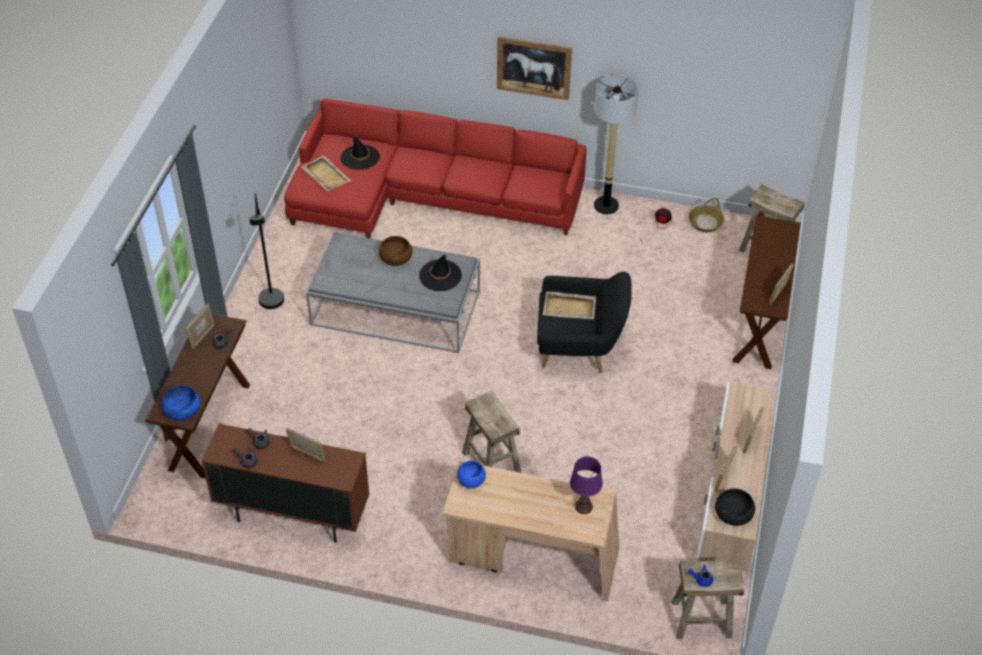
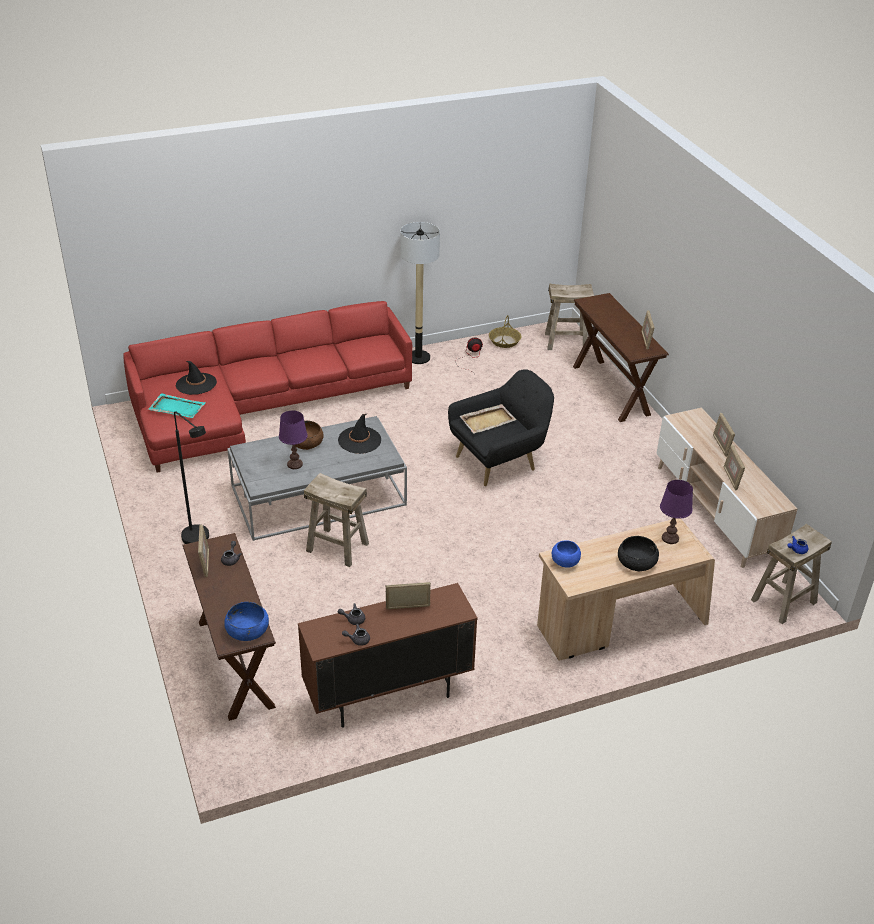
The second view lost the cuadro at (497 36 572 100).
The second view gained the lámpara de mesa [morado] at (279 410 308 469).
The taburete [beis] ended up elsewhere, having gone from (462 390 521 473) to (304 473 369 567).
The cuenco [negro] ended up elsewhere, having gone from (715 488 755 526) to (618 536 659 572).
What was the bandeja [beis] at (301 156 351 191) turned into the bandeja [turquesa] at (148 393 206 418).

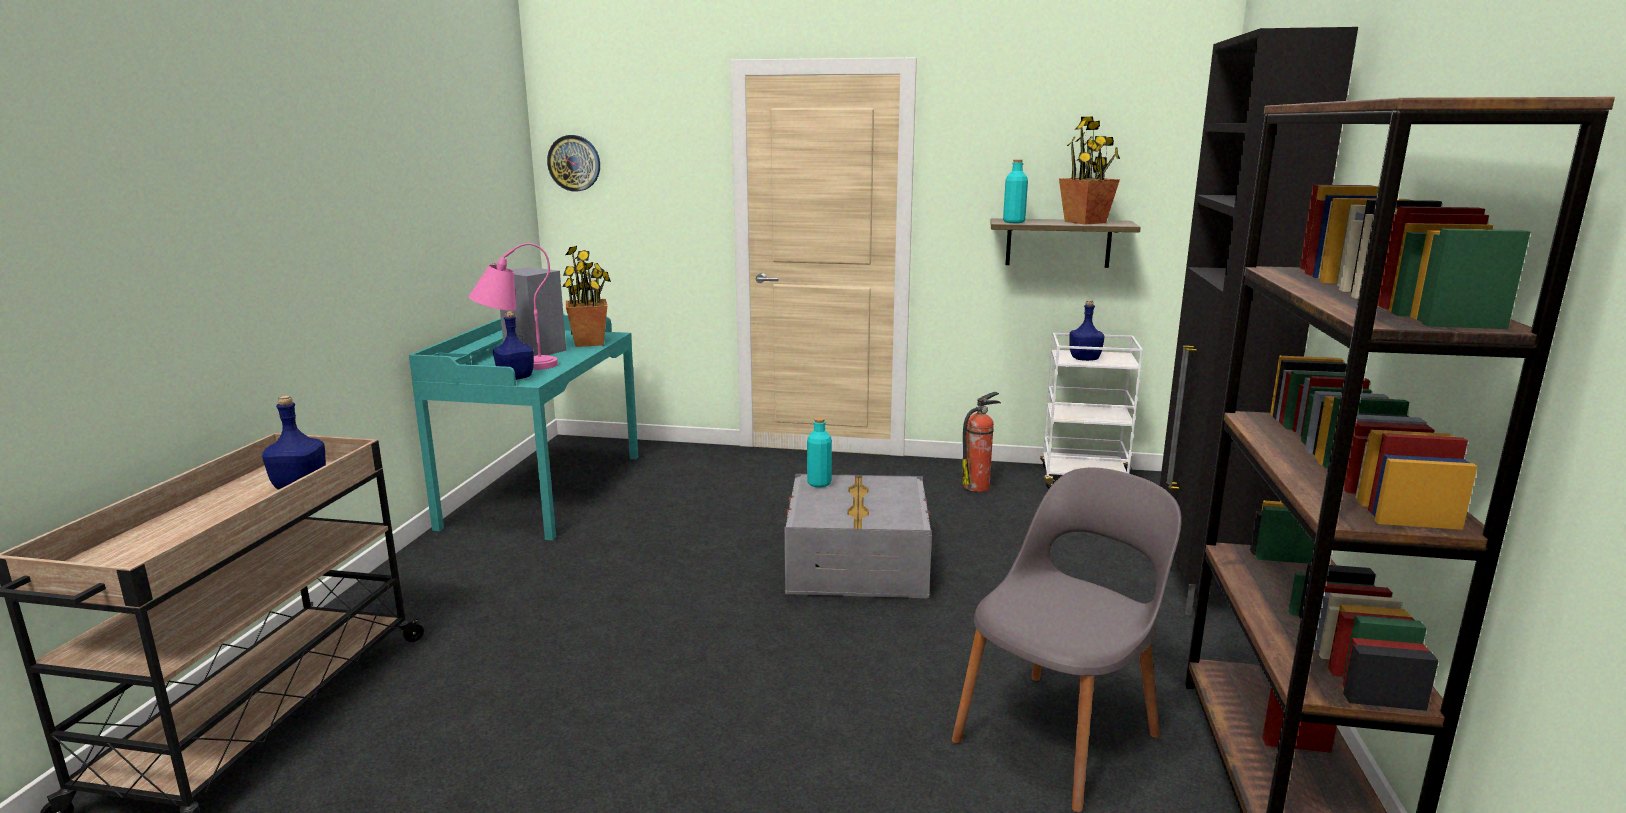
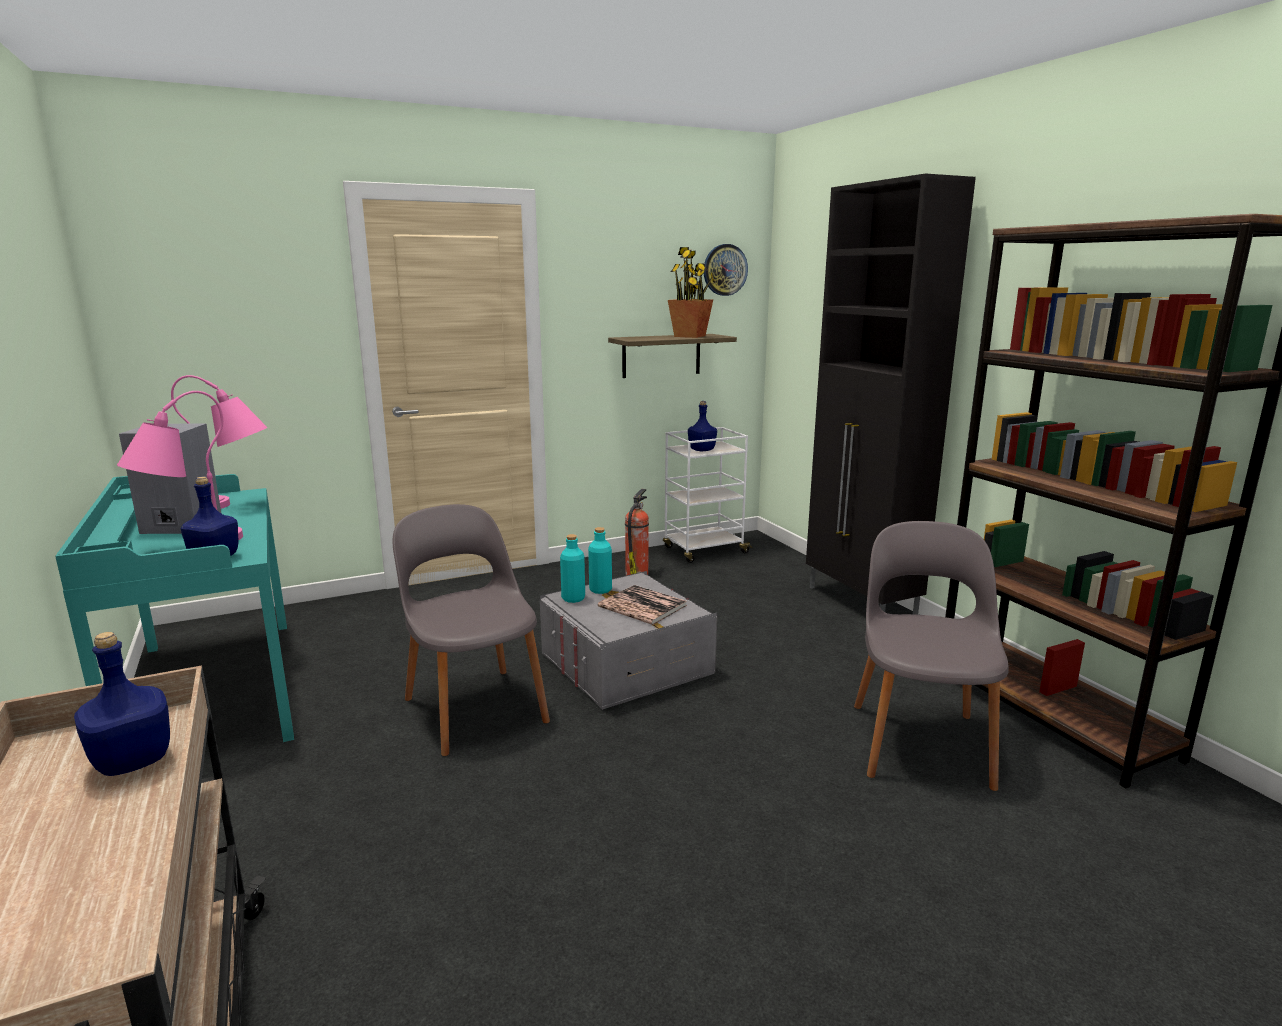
The second view gained the silla [gris] at (393 504 550 756).
The second view gained the libro at (598 585 687 625).
The reloj de pared ended up elsewhere, having gone from (547 135 600 192) to (704 244 748 296).
The botella [turquesa] ended up elsewhere, having gone from (1003 159 1028 223) to (588 527 612 594).
Where the planta en maceta stood at (562 246 611 347), the lámpara de mesa [rosa] came to stand at (171 375 268 509).

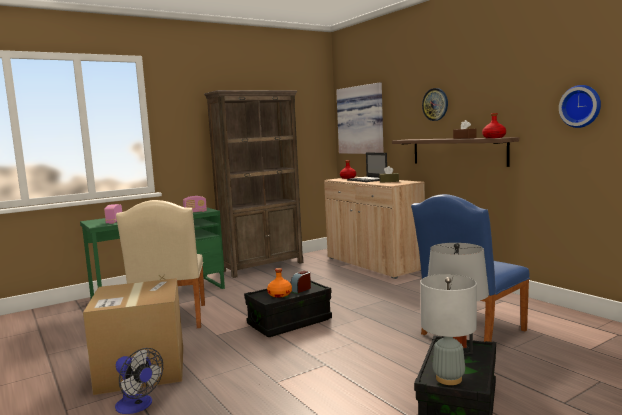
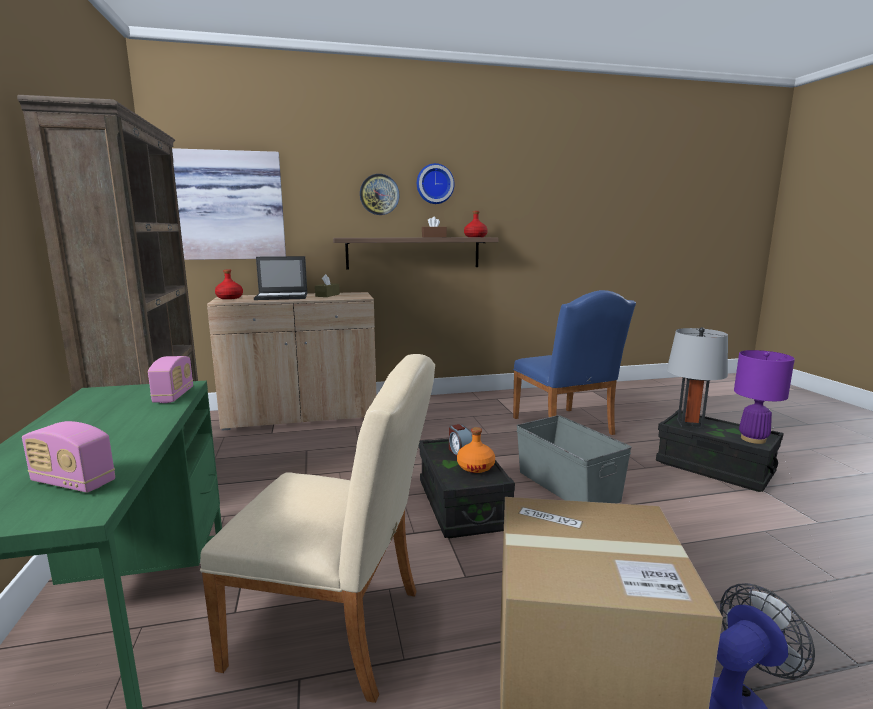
The second view gained the caja de almacenaje [gris] at (517 415 632 503).
The reloj de pared ended up elsewhere, having gone from (559 85 601 128) to (417 163 454 204).
What was the lámpara de mesa [gris] at (420 274 477 385) turned into the lámpara de mesa [morado] at (734 350 795 444).

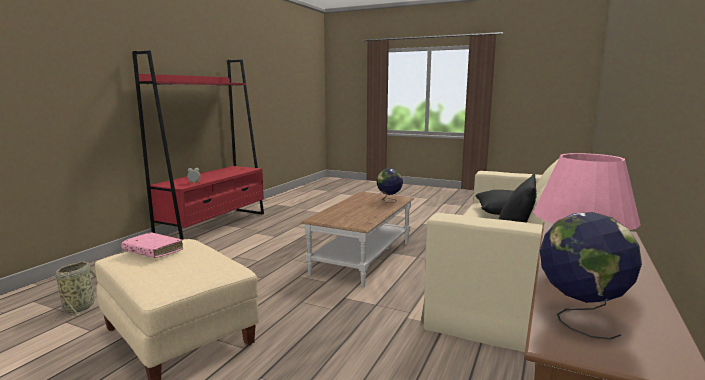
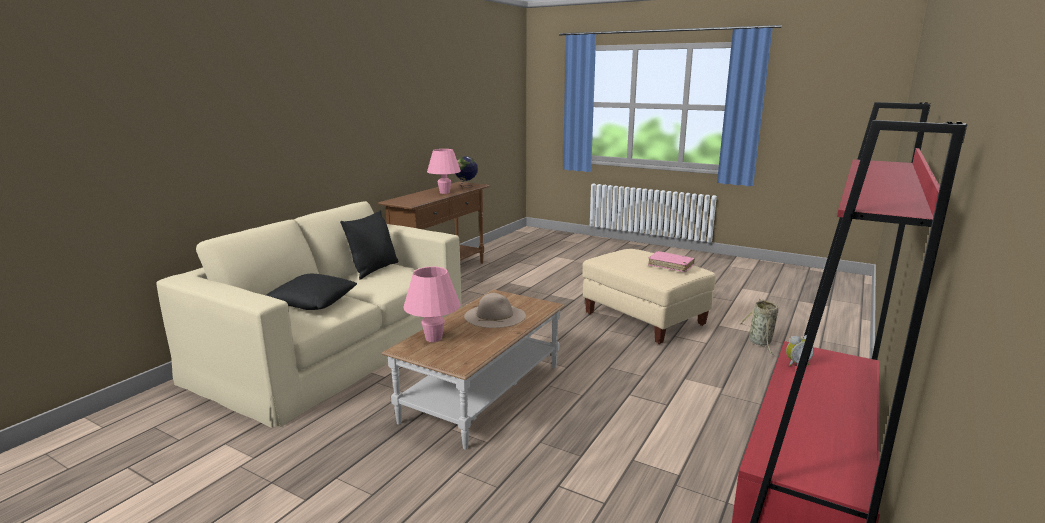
The second view gained the sombrero [beis] at (464 293 526 328).
Where the globo terráqueo stood at (377 168 403 203), the lámpara de mesa [rosa] came to stand at (403 267 461 342).

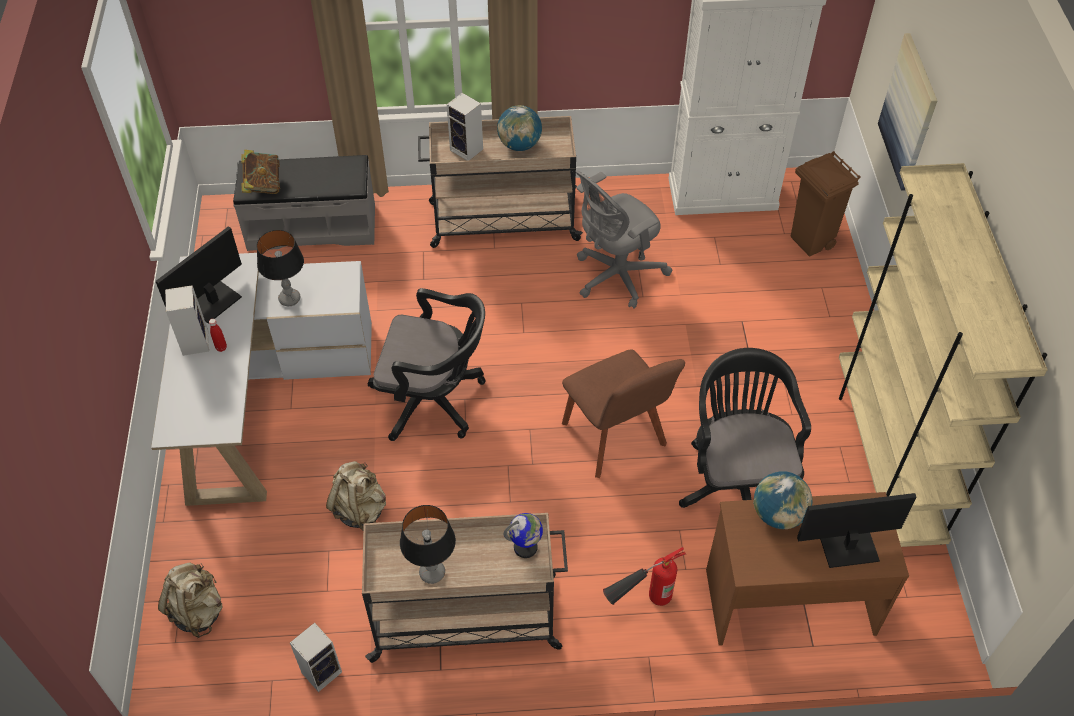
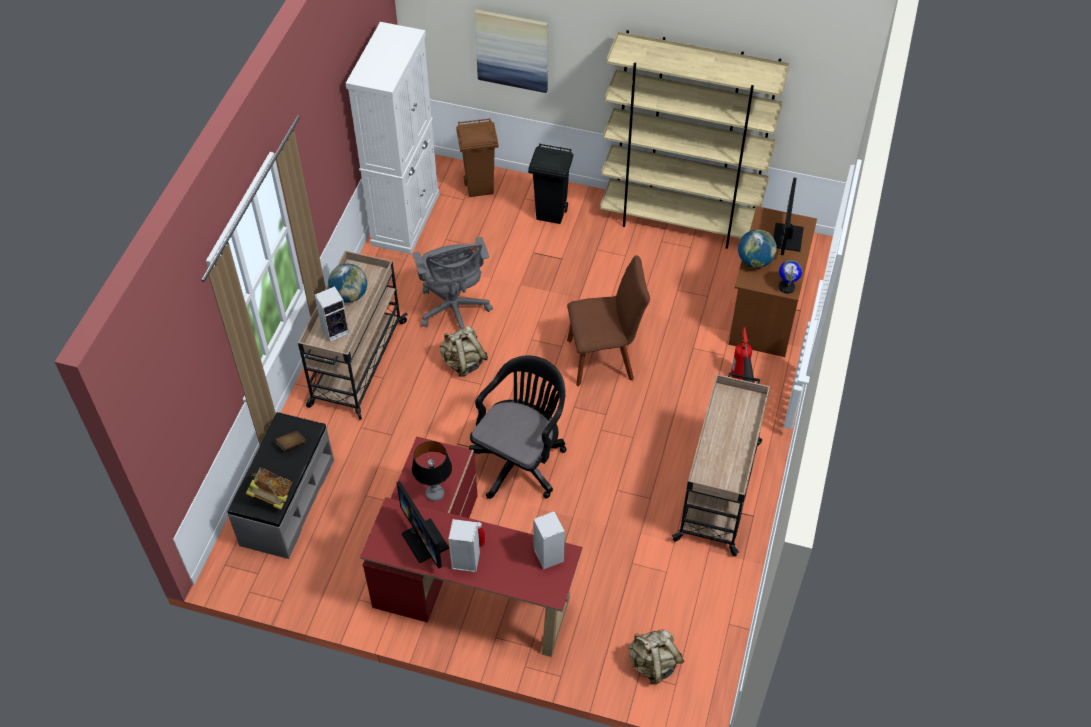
The second view lost the lámpara de mesa at (400 505 456 584).
The second view lost the silla de oficina [negro] at (679 348 811 508).
The second view gained the libro [marrón] at (276 431 306 451).
The second view gained the papelera [negro] at (528 143 573 224).
The altavoz ended up elsewhere, having gone from (290 623 342 692) to (533 511 565 570).
The mochila [beis] ended up elsewhere, having gone from (326 461 386 530) to (440 326 488 377).
The globo terráqueo ended up elsewhere, having gone from (504 513 543 558) to (779 260 802 294).
What was the escritorio [blanco] at (151 253 372 506) turned into the escritorio [rojo] at (360 436 582 657).

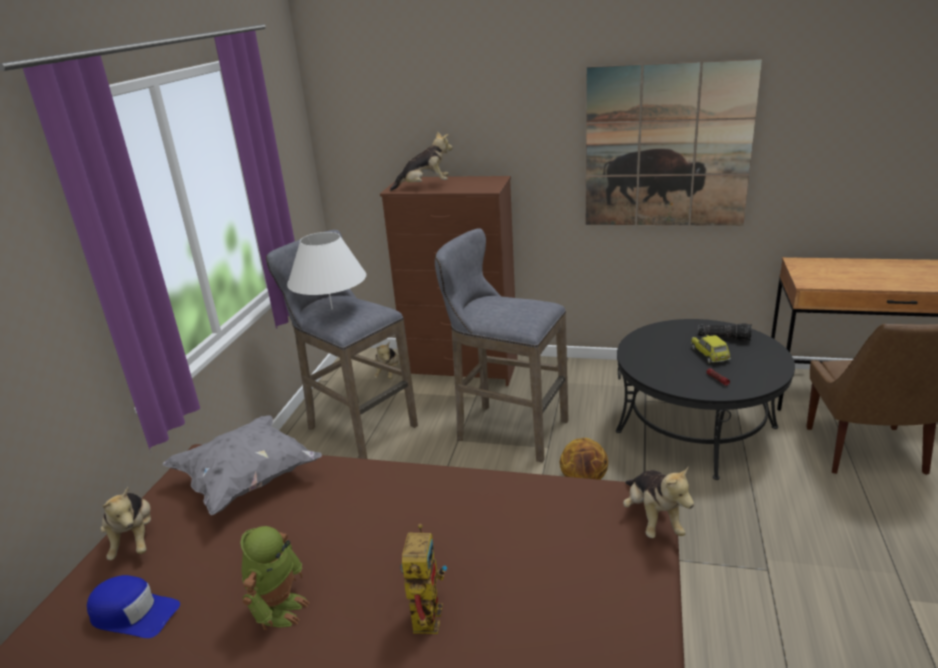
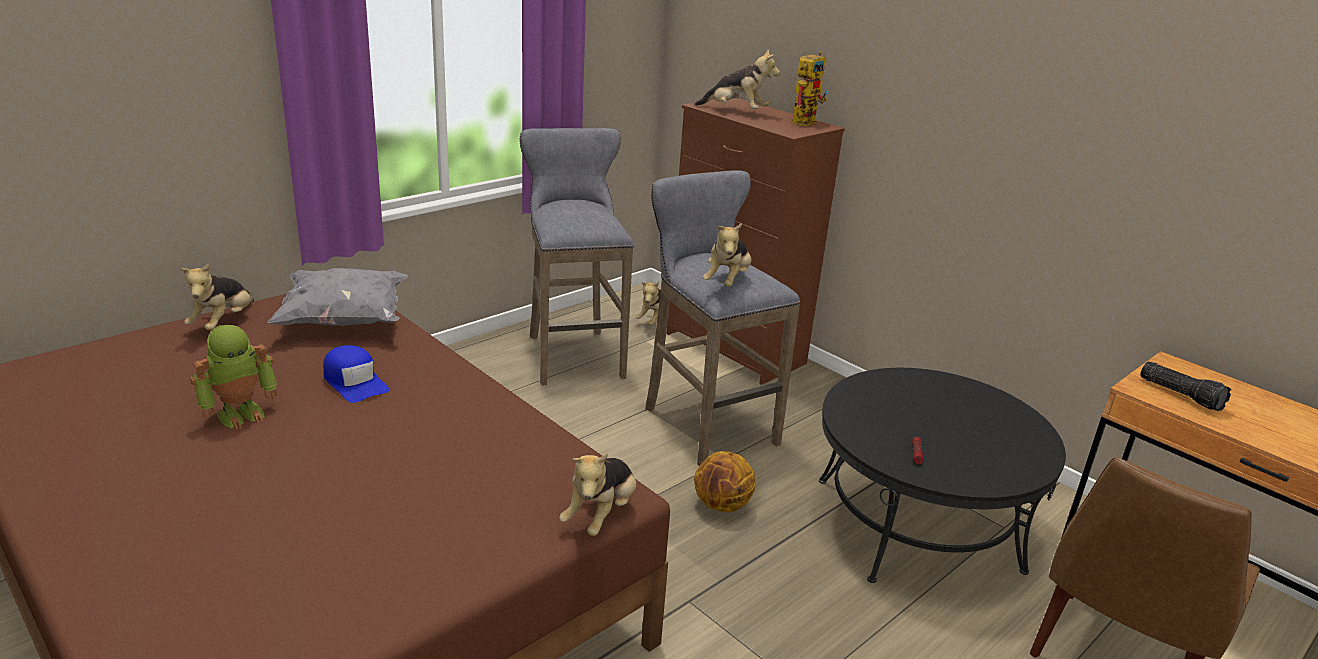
The second view lost the lámpara de mesa [blanco] at (287 232 366 309).
The second view lost the cuadro at (586 59 762 226).
The second view lost the coche de juguete at (691 335 731 364).
The second view gained the peluche at (703 223 751 287).
The gorra [azul] ended up elsewhere, having gone from (87 575 180 638) to (323 345 390 403).
The robot de juguete ended up elsewhere, having gone from (400 524 447 634) to (792 51 828 126).
The linterna ended up elsewhere, having gone from (698 323 752 341) to (1140 362 1231 411).

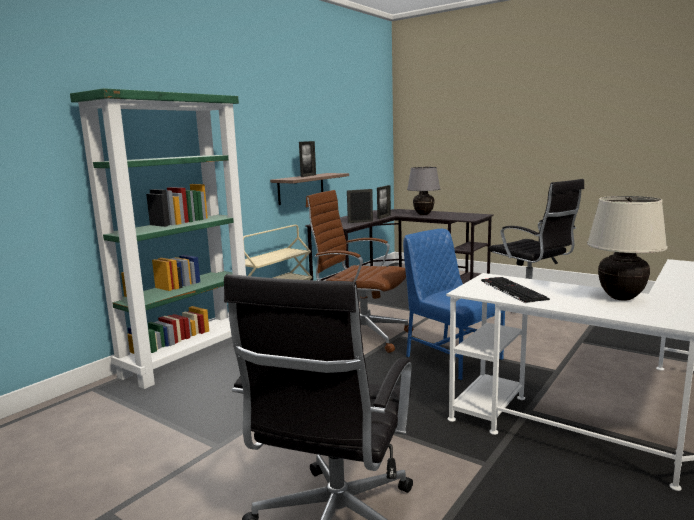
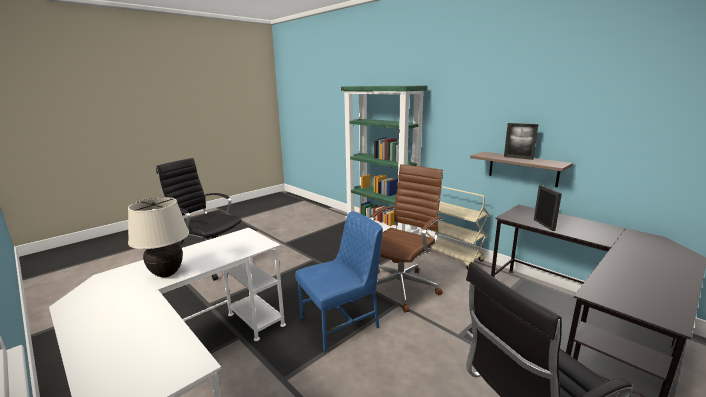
The second view lost the portarretratos at (377 185 391 219).
The second view lost the lámpara de mesa [gris] at (407 167 440 215).
The second view lost the teclado at (481 277 550 303).

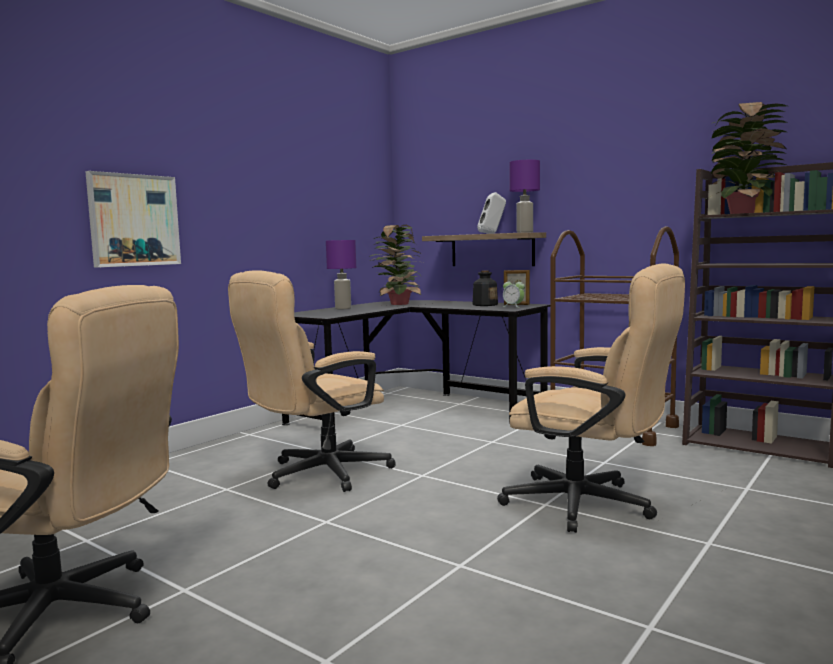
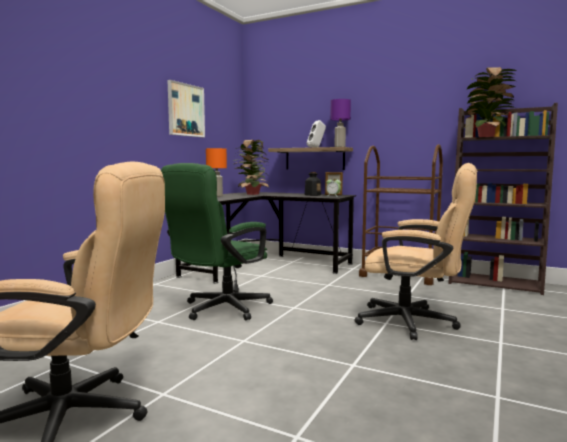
The cuadro ended up elsewhere, having gone from (85 171 181 268) to (167 80 205 137).
What was the silla de oficina [beis] at (228 270 396 492) turned into the silla de oficina [verde] at (161 163 273 321).
What was the lámpara de mesa [morado] at (326 240 356 309) turned into the lámpara de mesa [naranja] at (206 148 227 197).

